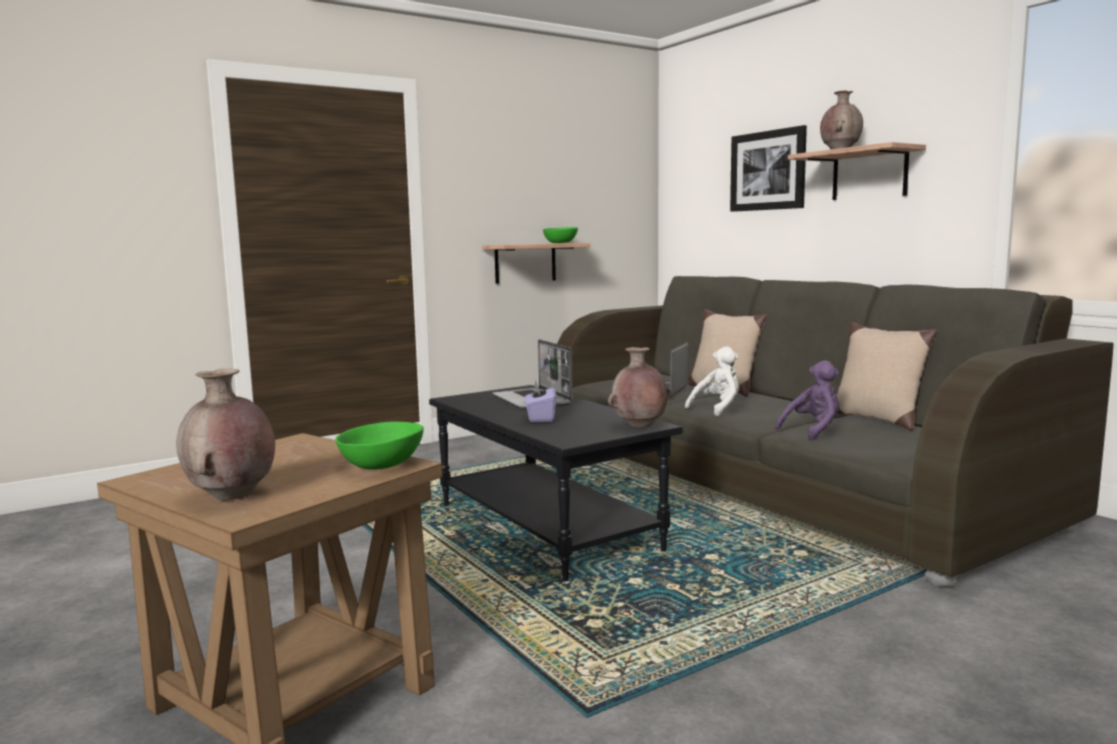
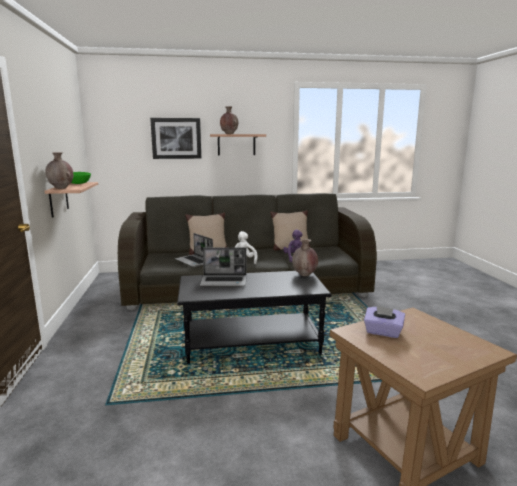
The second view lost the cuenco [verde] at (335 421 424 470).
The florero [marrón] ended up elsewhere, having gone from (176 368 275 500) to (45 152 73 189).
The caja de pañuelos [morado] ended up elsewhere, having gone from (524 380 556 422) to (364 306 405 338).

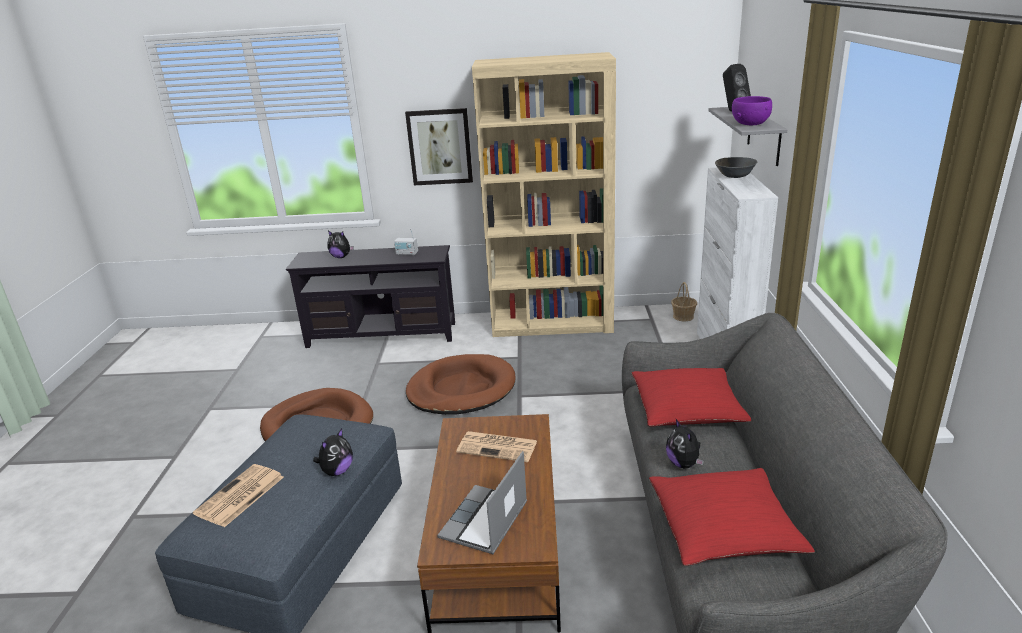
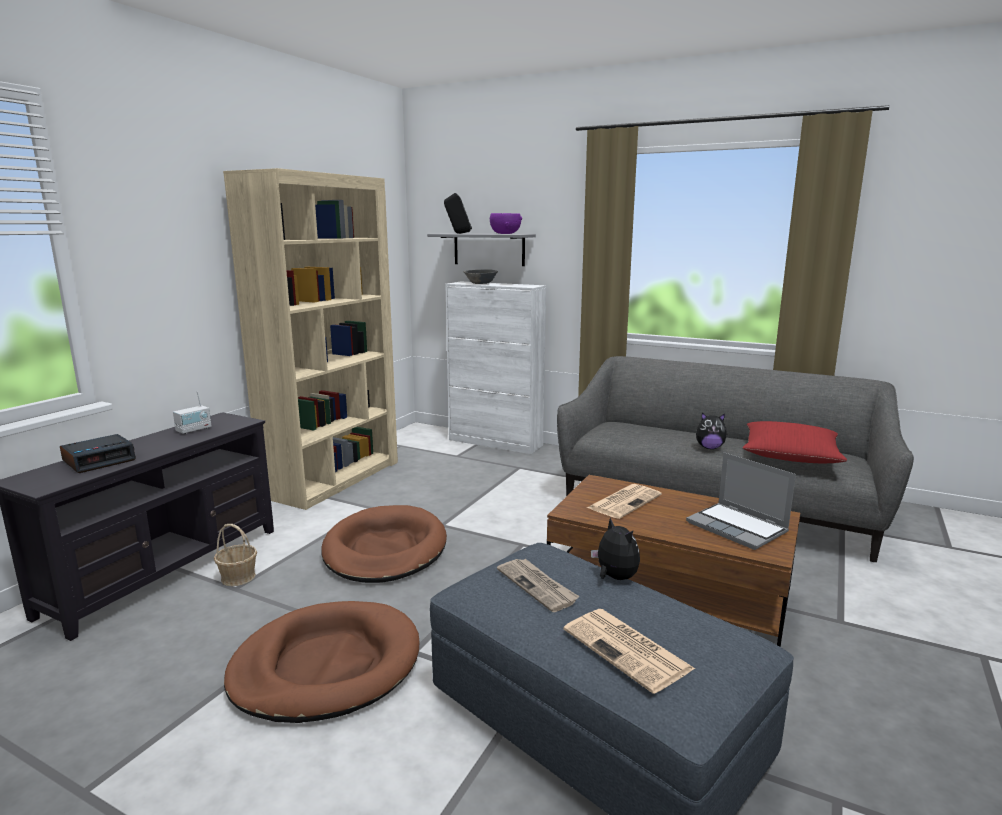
The second view lost the cuadro at (405 108 473 185).
The second view lost the cojín [rojo] at (632 368 751 426).
The second view gained the periódico at (497 559 580 612).
The cesta ended up elsewhere, having gone from (671 282 697 321) to (214 524 257 586).
Where the peluche stood at (327 231 354 258), the despertador came to stand at (60 434 136 473).

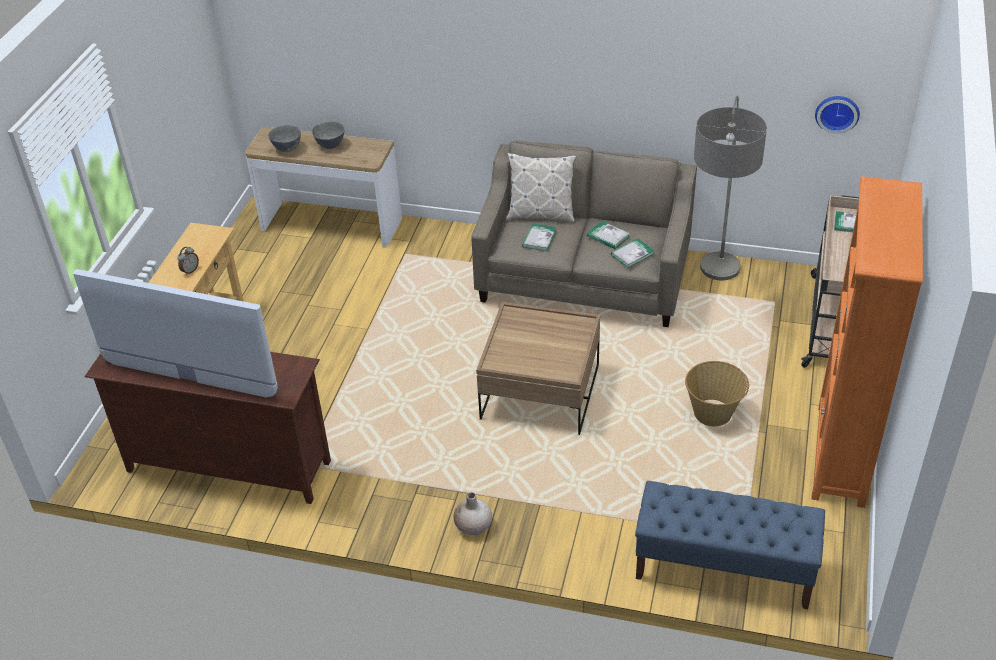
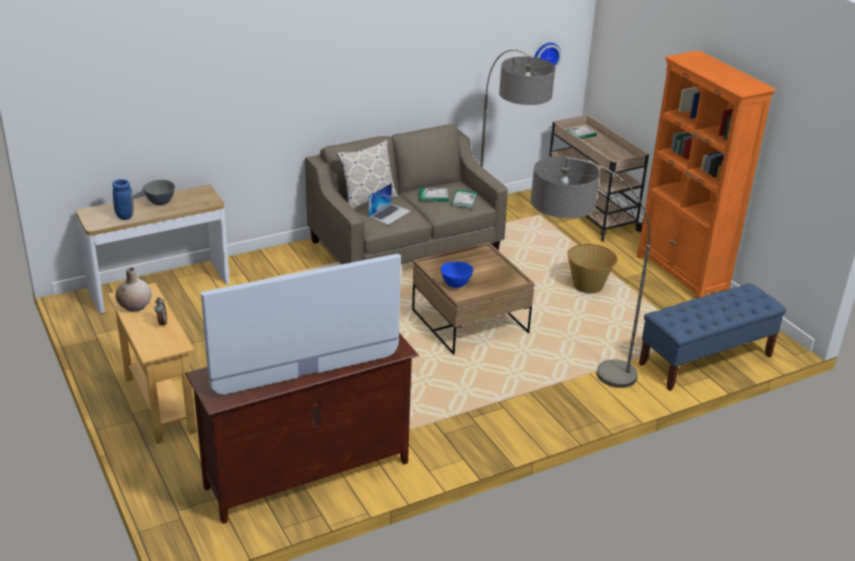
The second view gained the cuenco [azul] at (441 261 473 288).
The second view gained the lámpara de pie at (531 156 650 388).
The florero [beis] ended up elsewhere, having gone from (453 492 492 535) to (115 267 152 312).
Where the cuenco [gris] stood at (268 125 301 152), the florero [azul] came to stand at (112 179 134 220).
Where the libro stood at (522 224 556 251), the portátil came to stand at (368 183 410 225).

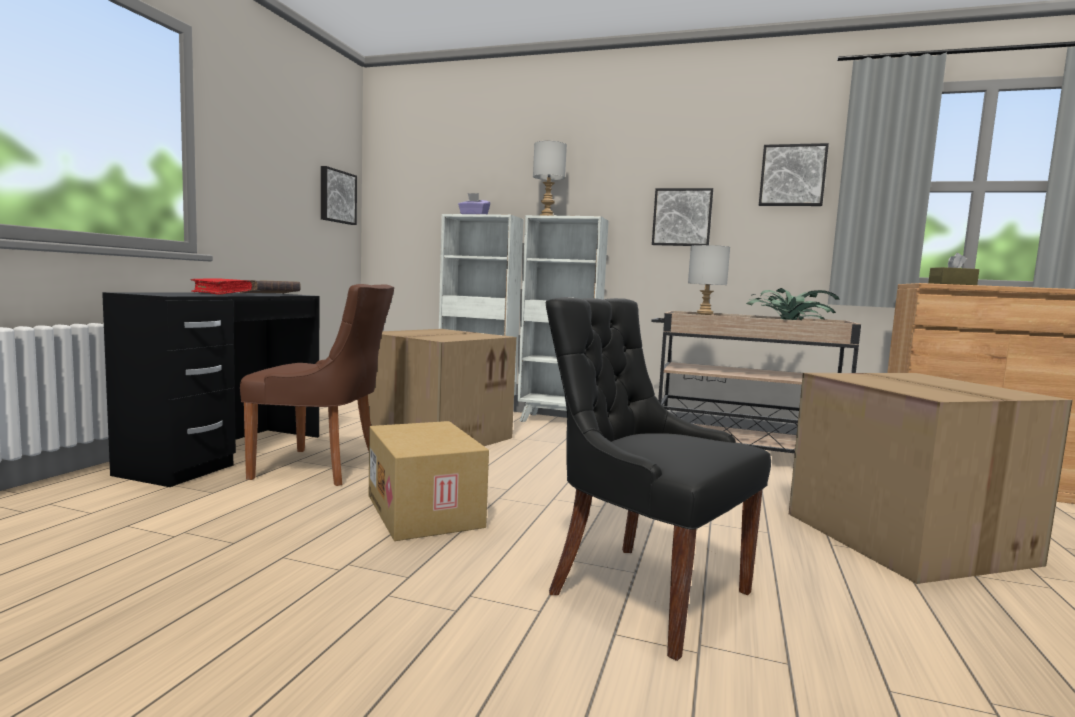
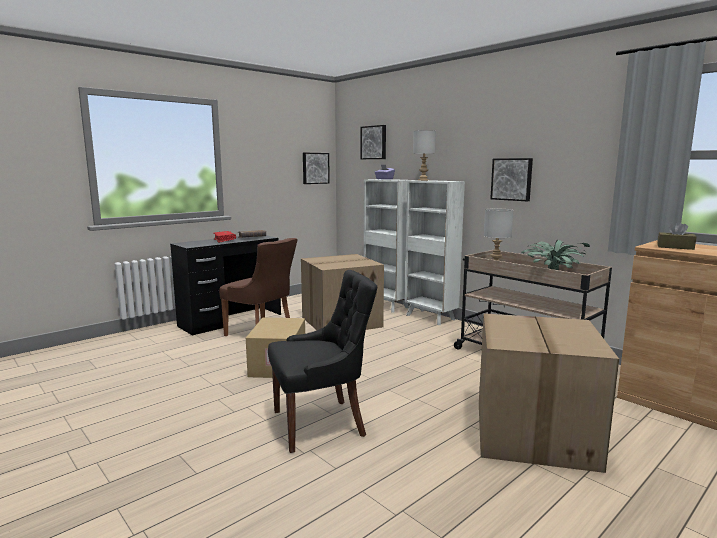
The cuadro ended up elsewhere, having gone from (759 143 829 206) to (361 125 386 159).
The silla [negro] at (546 297 771 661) ended up facing another way, 90 degrees clockwise from before.

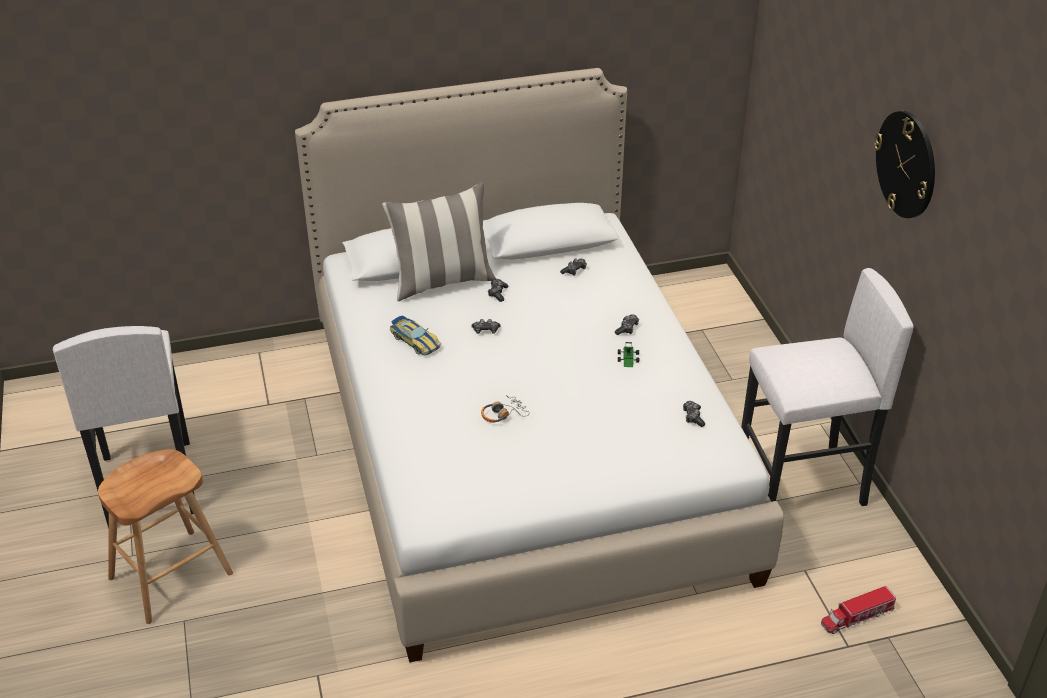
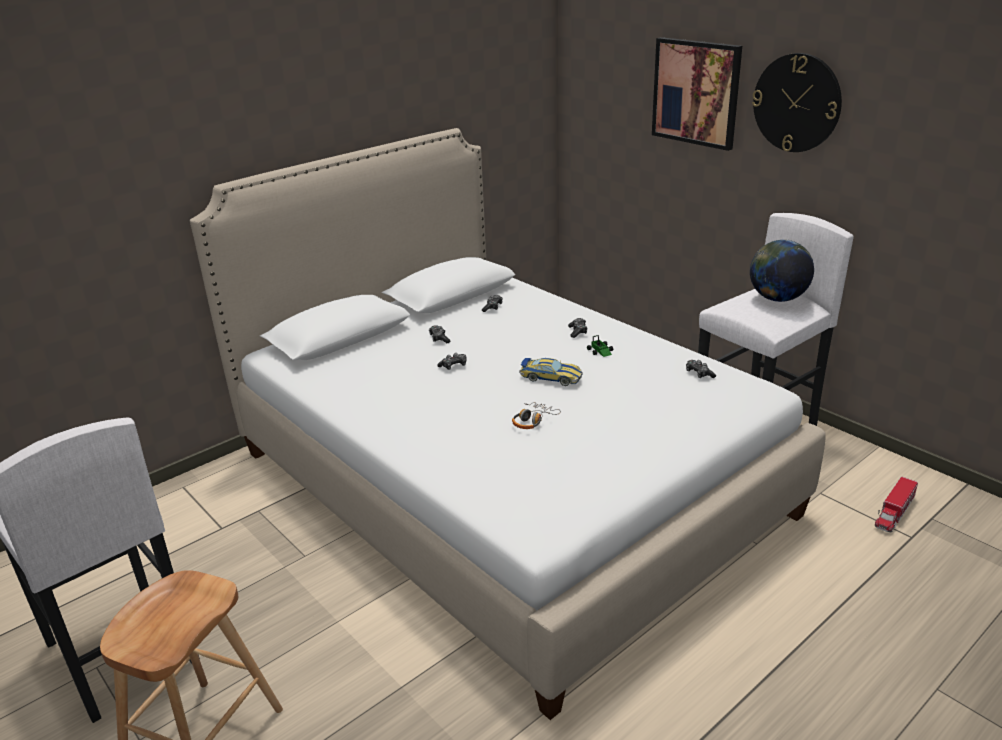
The second view lost the cojín at (382 182 496 301).
The second view gained the cuadro at (652 37 742 151).
The second view gained the globo terráqueo at (750 240 814 302).
The coche de juguete ended up elsewhere, having gone from (390 316 441 356) to (519 358 583 386).

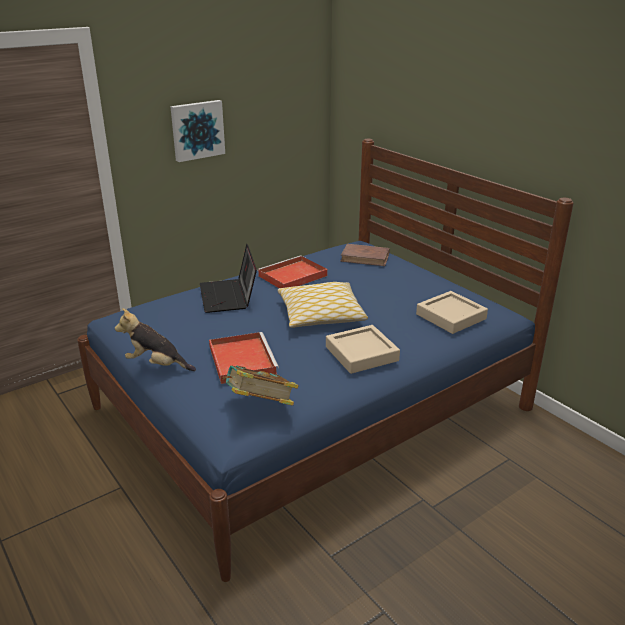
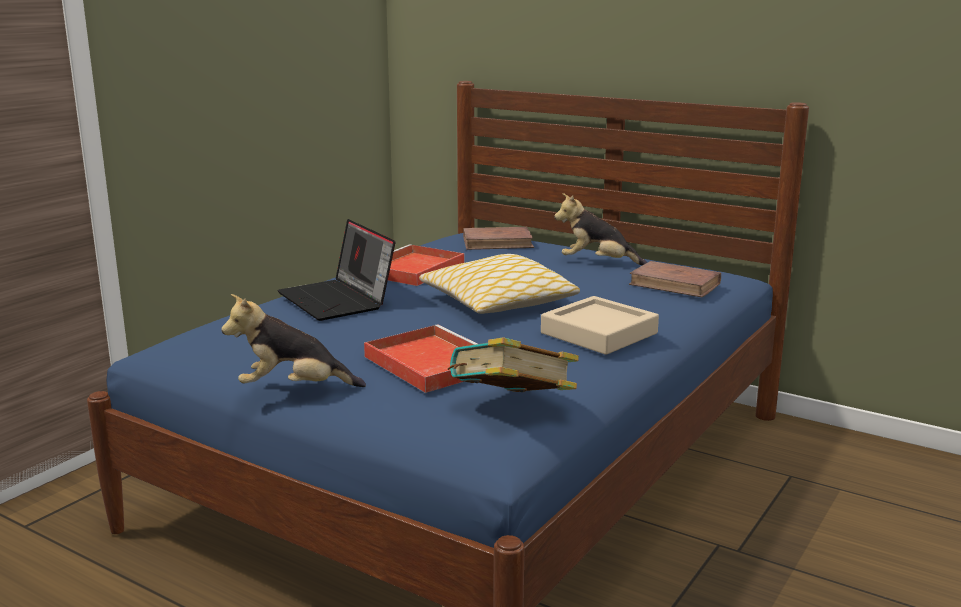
The second view lost the cuadro at (170 100 225 162).
The second view gained the peluche at (554 193 647 265).
Where the bandeja [beis] stood at (416 291 488 334), the libro [marrón] came to stand at (629 261 721 298).

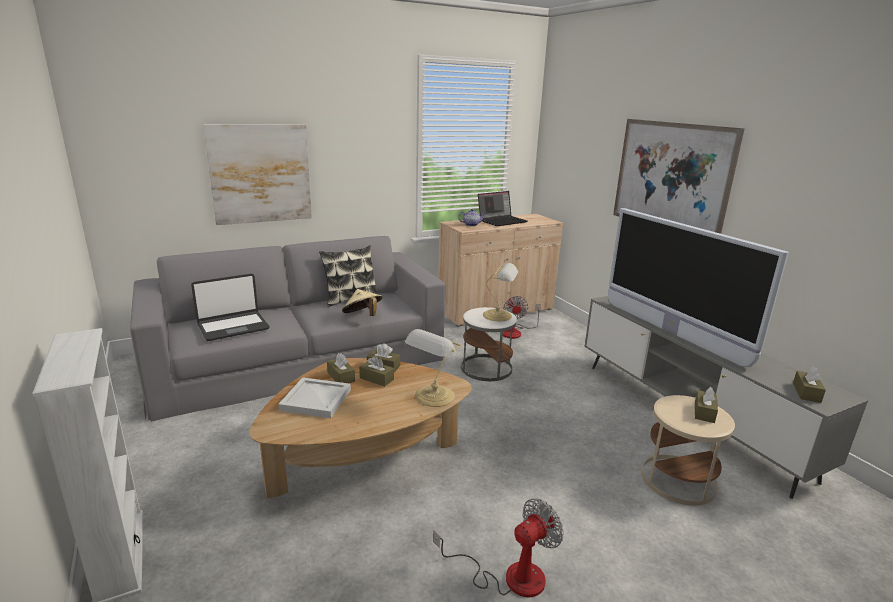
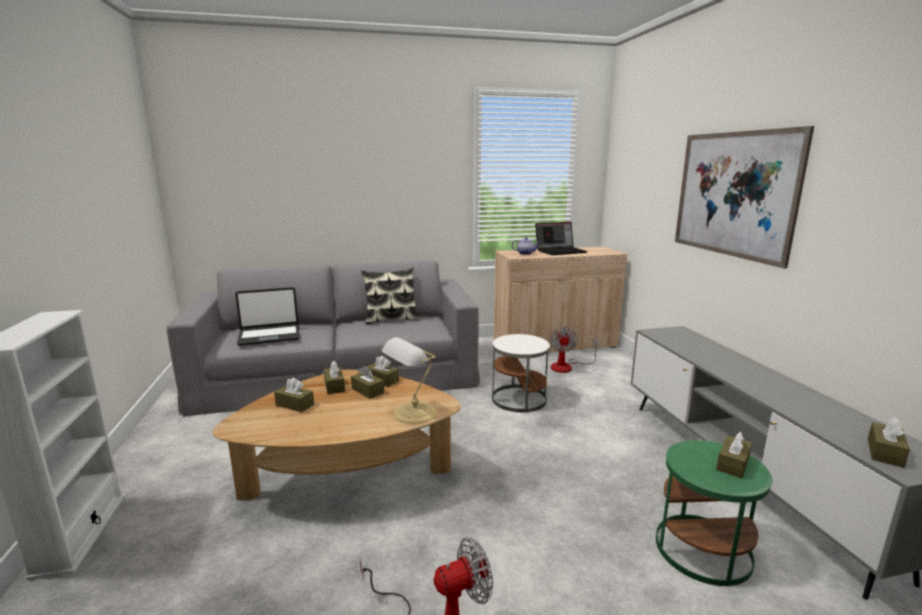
The second view lost the cuadro at (203 124 312 225).
The second view lost the sombrero [beis] at (342 289 382 316).
The second view lost the lámpara de mesa at (483 263 518 321).
The second view lost the televisor at (608 208 789 367).
Where the bandeja [blanco] stood at (278 377 351 418), the caja de pañuelos [marrón] came to stand at (274 378 314 412).
What was the mesa auxiliar [beis] at (641 395 735 506) turned into the mesa auxiliar [verde] at (656 440 772 586).

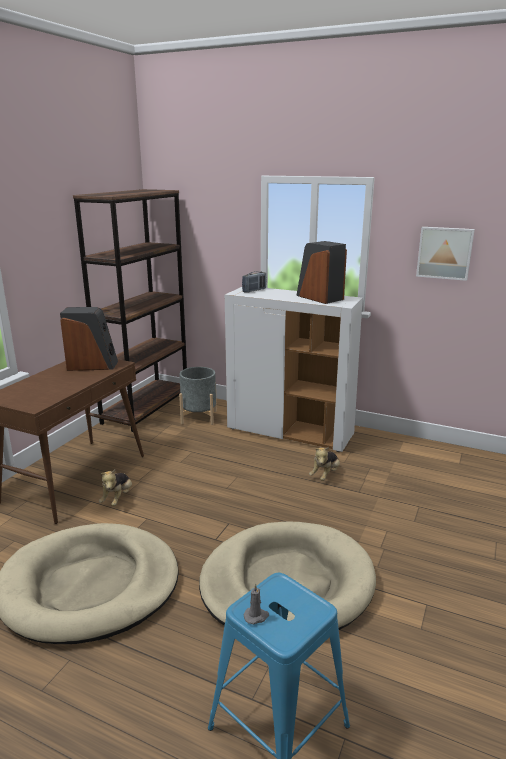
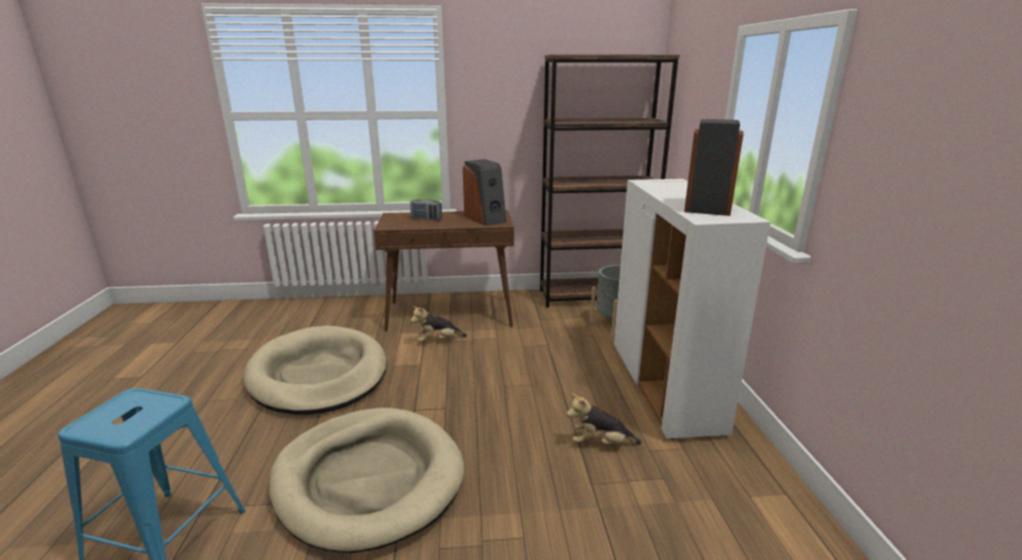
The second view lost the vela [gris] at (244 584 269 625).
The second view lost the cuadro at (416 227 475 281).
The radio ended up elsewhere, having gone from (242 271 266 293) to (410 199 442 220).

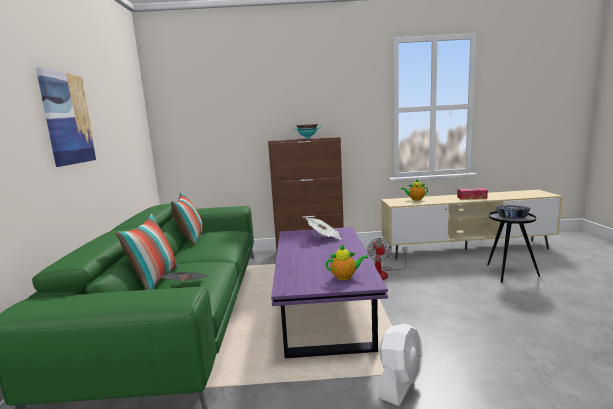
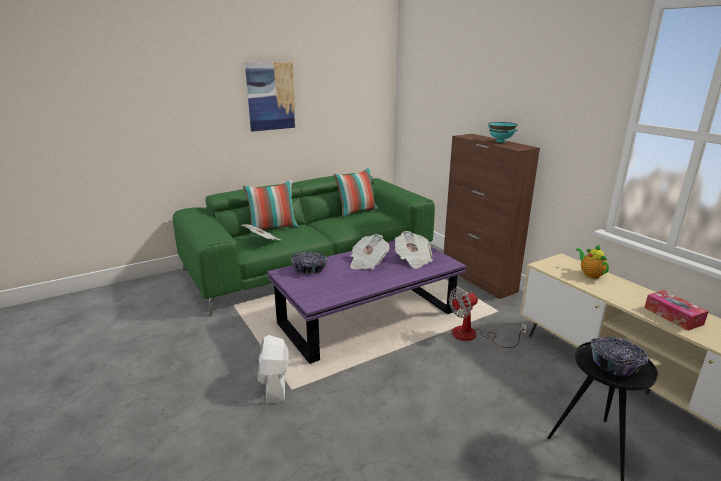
The second view lost the tetera at (326 245 368 280).
The second view gained the cuenco at (291 251 328 274).
The second view gained the periódico at (350 234 390 269).
The ventilador [blanco] at (378 323 423 406) ended up facing another way, 75 degrees clockwise from before.

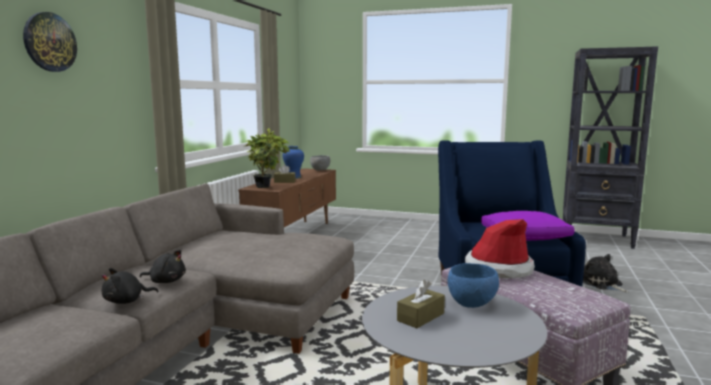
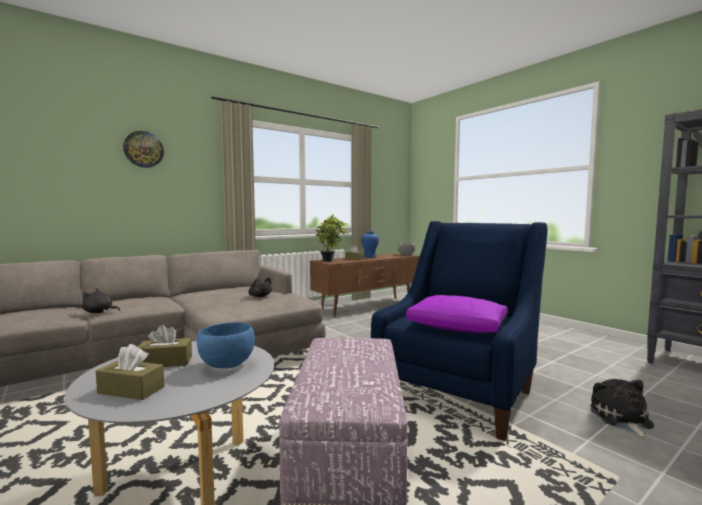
The second view lost the sombrero at (465 219 535 278).
The second view gained the caja de pañuelos [marrón] at (96 344 165 400).
The peluche [negro] ended up elsewhere, having gone from (140 250 186 283) to (248 277 272 297).

